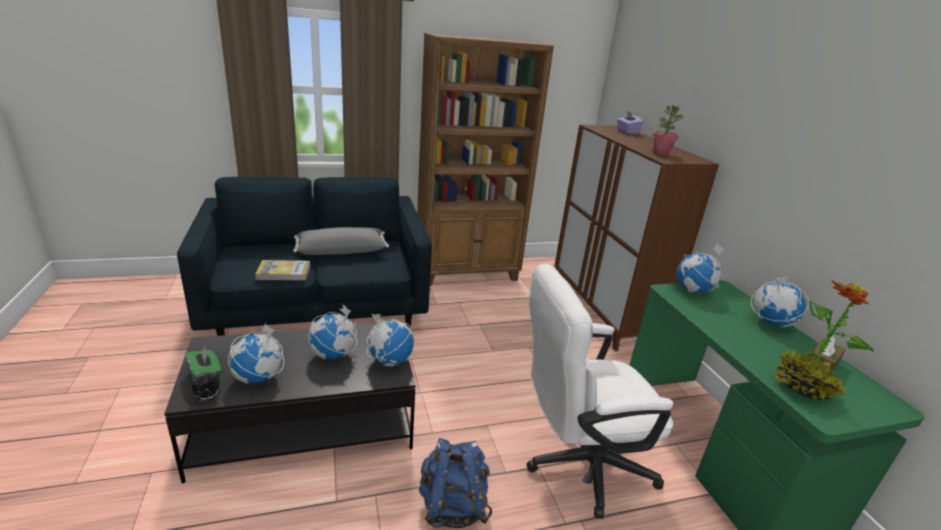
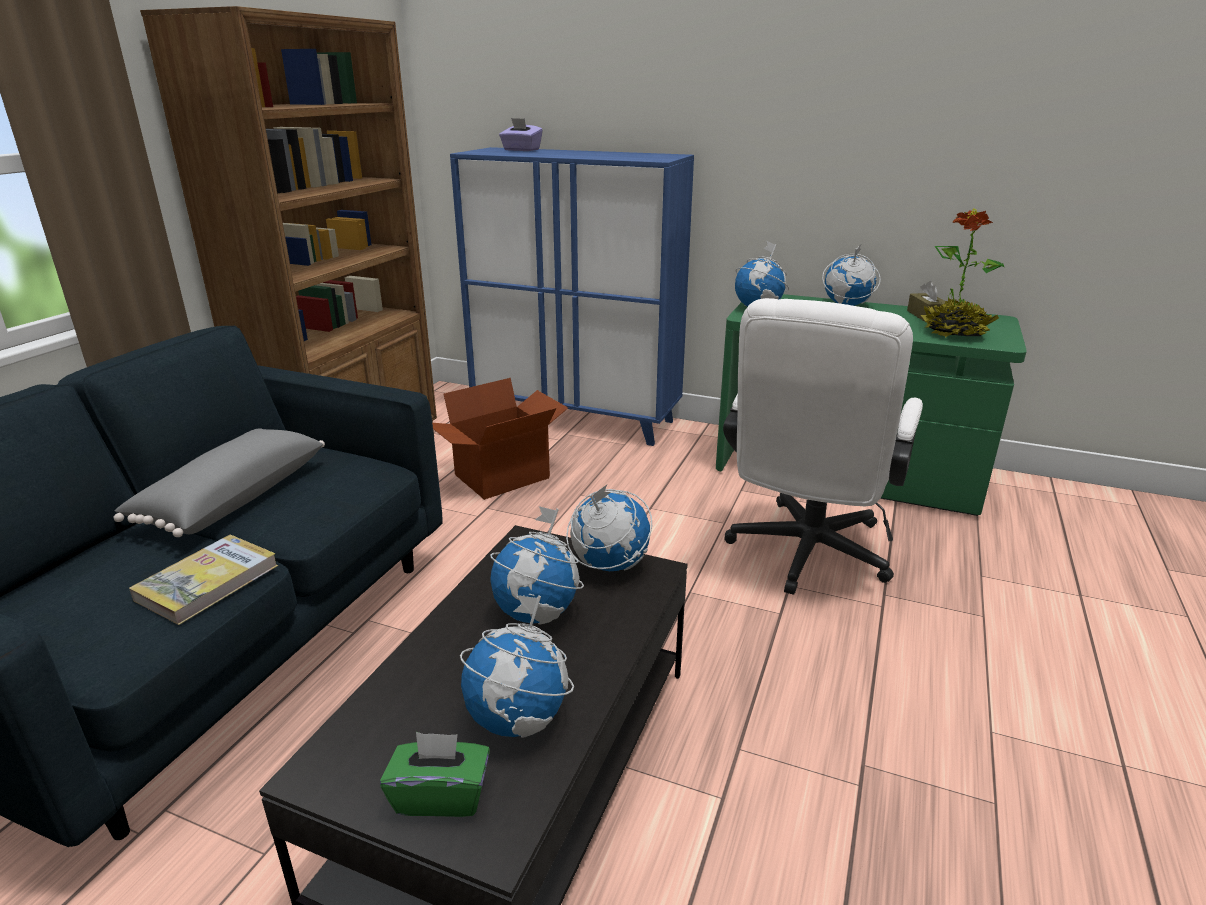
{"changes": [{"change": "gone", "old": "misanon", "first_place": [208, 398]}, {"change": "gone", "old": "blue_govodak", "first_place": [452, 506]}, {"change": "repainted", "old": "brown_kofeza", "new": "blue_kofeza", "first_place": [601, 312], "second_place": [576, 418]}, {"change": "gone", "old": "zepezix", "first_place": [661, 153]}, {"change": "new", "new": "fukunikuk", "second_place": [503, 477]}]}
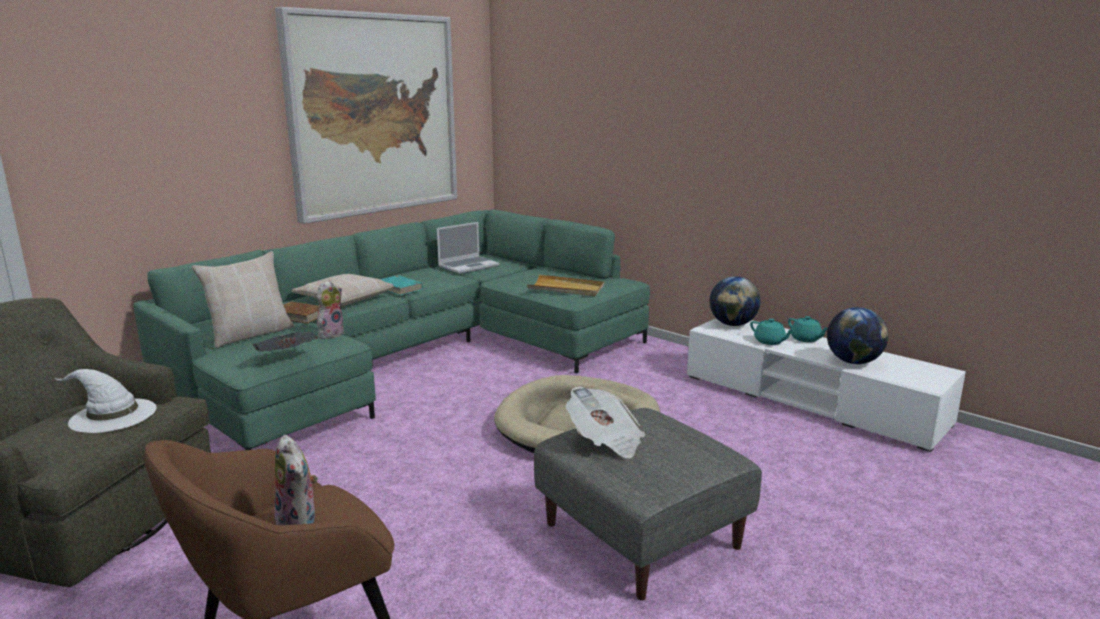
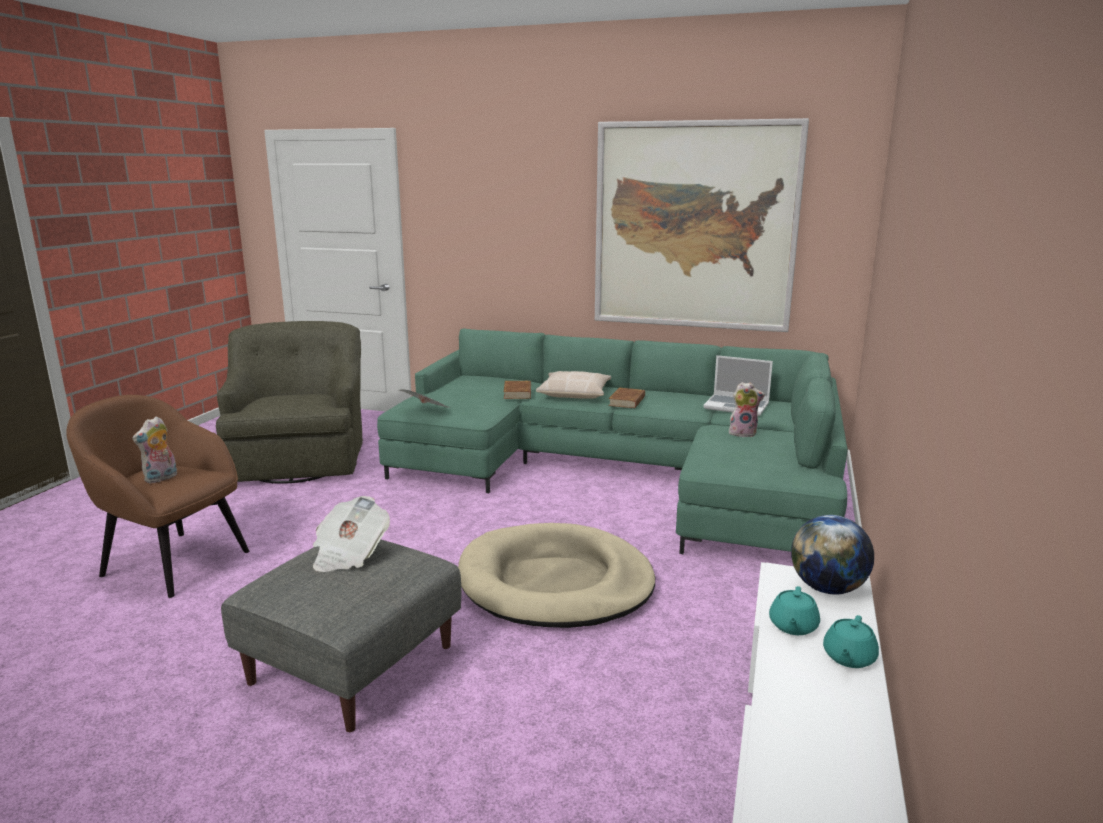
{"changes": [{"change": "gone", "old": "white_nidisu", "first_place": [111, 415]}, {"change": "gone", "old": "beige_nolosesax", "first_place": [250, 334]}, {"change": "shifted", "old": "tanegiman", "first_place": [330, 334], "second_place": [743, 433]}, {"change": "repainted", "old": "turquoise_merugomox", "new": "brown_merugomox", "first_place": [399, 288], "second_place": [627, 401]}, {"change": "gone", "old": "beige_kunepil", "first_place": [566, 288]}, {"change": "gone", "old": "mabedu", "first_place": [853, 362]}]}
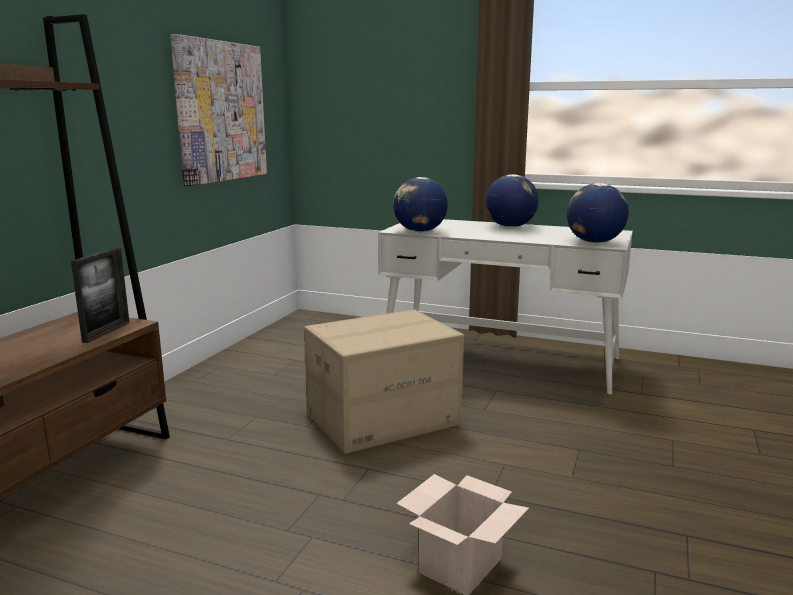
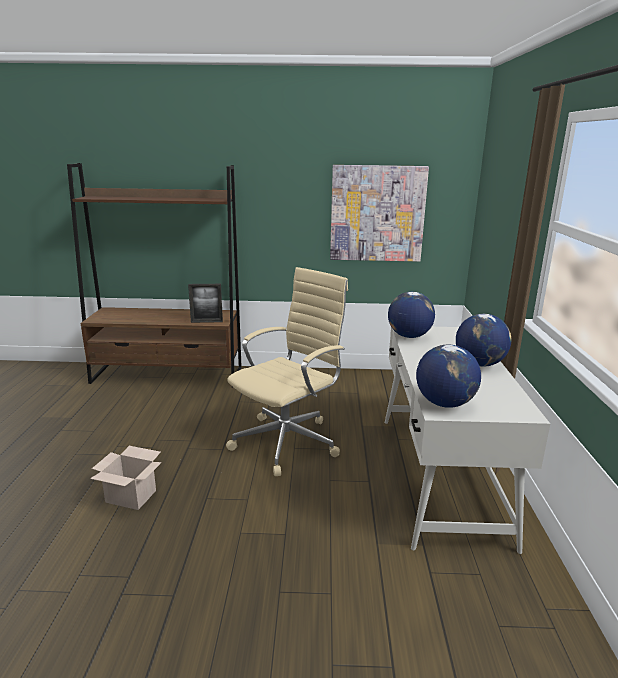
{"changes": [{"change": "swapped", "old": "fukunikuk", "new": "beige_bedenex", "first_place": [382, 419], "second_place": [288, 441]}]}
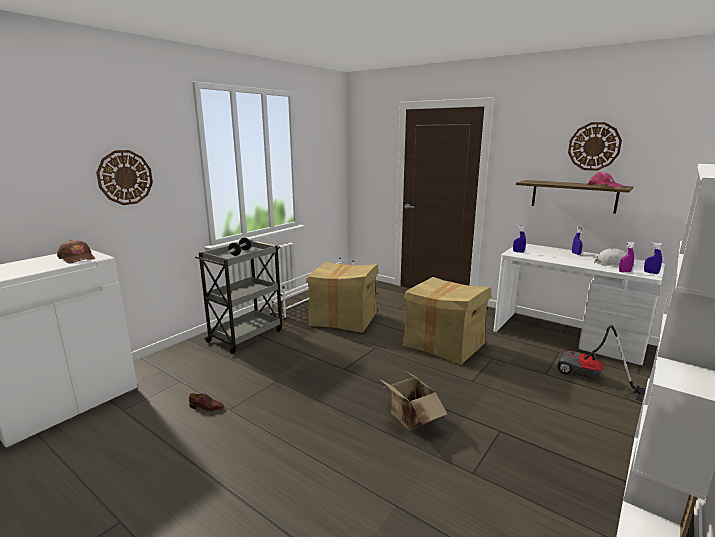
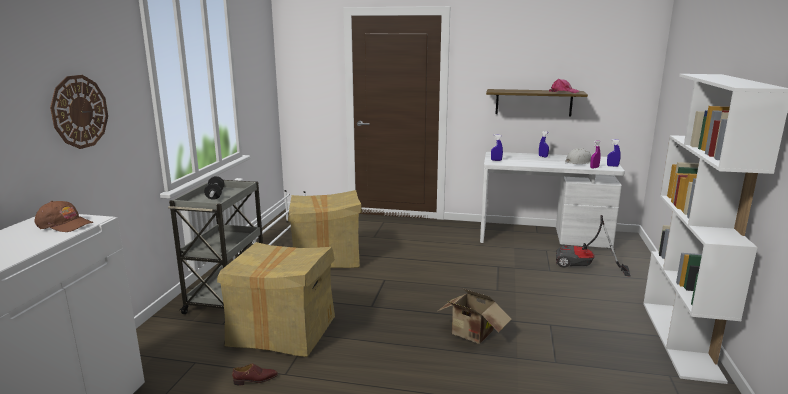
{"changes": [{"change": "shifted", "old": "fukunikuk", "first_place": [444, 345], "second_place": [283, 332]}, {"change": "gone", "old": "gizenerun", "first_place": [594, 146]}]}
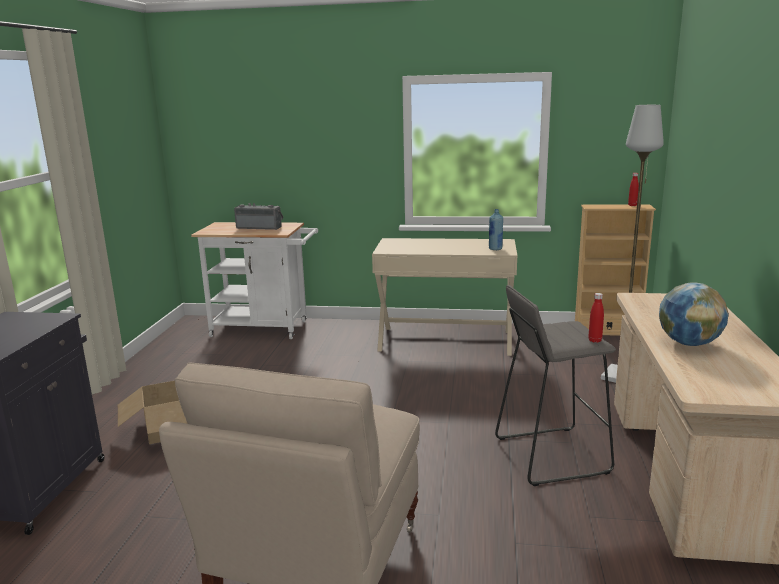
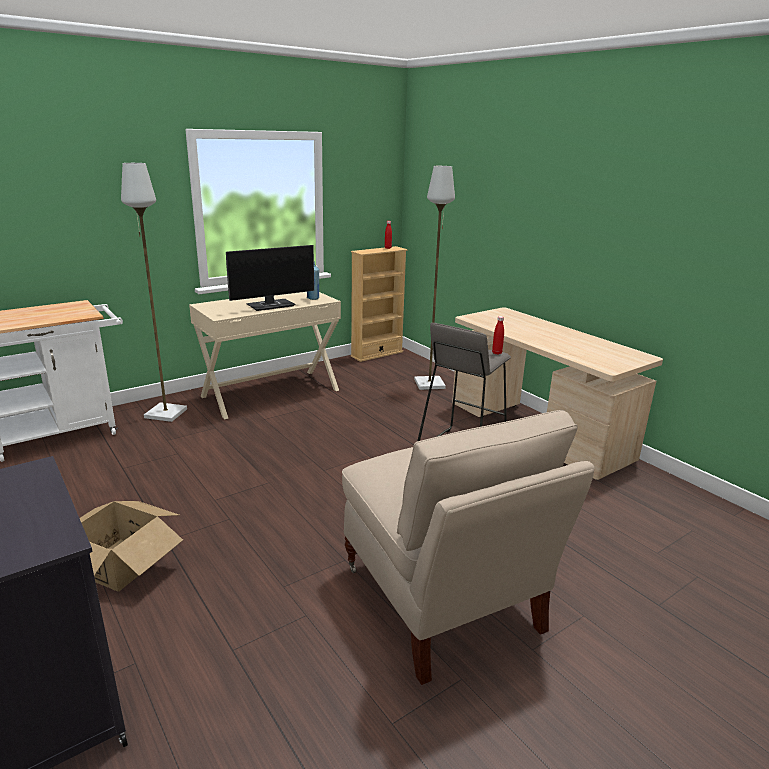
{"changes": [{"change": "gone", "old": "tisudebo", "first_place": [260, 227]}, {"change": "gone", "old": "mabedu", "first_place": [688, 343]}, {"change": "new", "new": "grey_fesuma", "second_place": [165, 414]}, {"change": "new", "new": "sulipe", "second_place": [271, 305]}]}
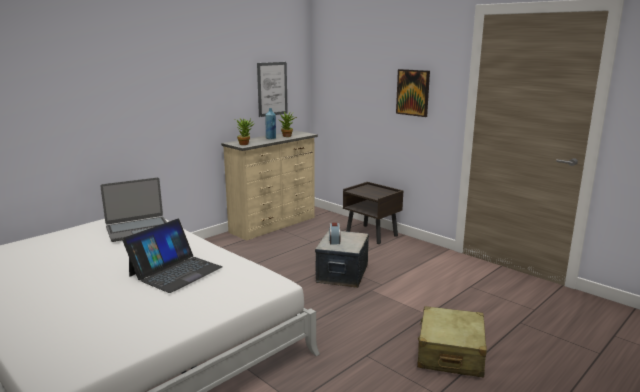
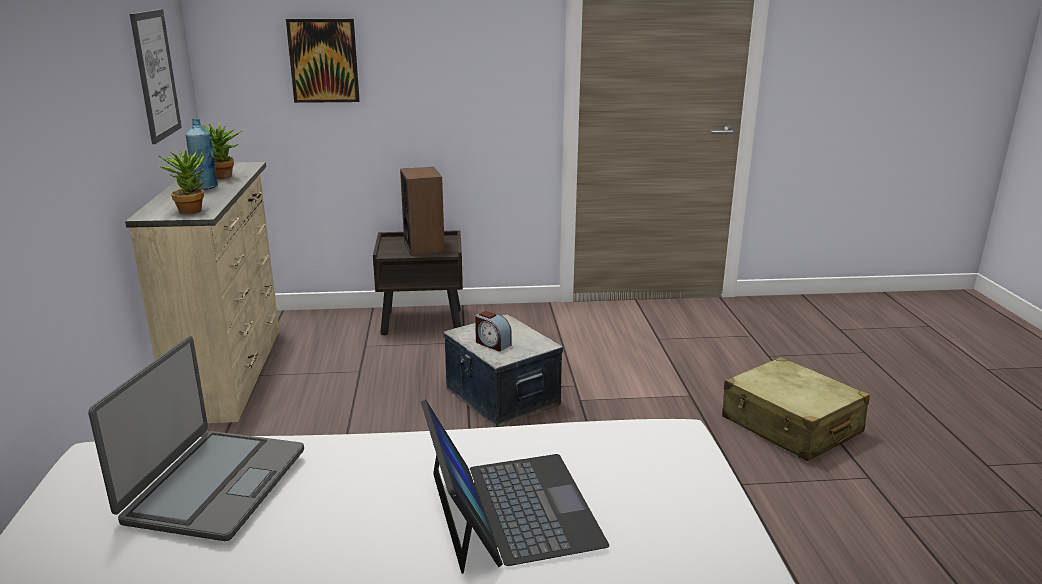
{"changes": [{"change": "shifted", "old": "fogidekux", "first_place": [413, 92], "second_place": [324, 61]}, {"change": "new", "new": "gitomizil", "second_place": [424, 247]}]}
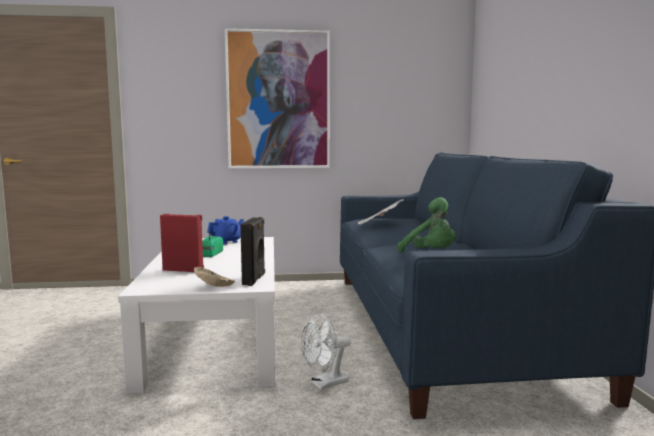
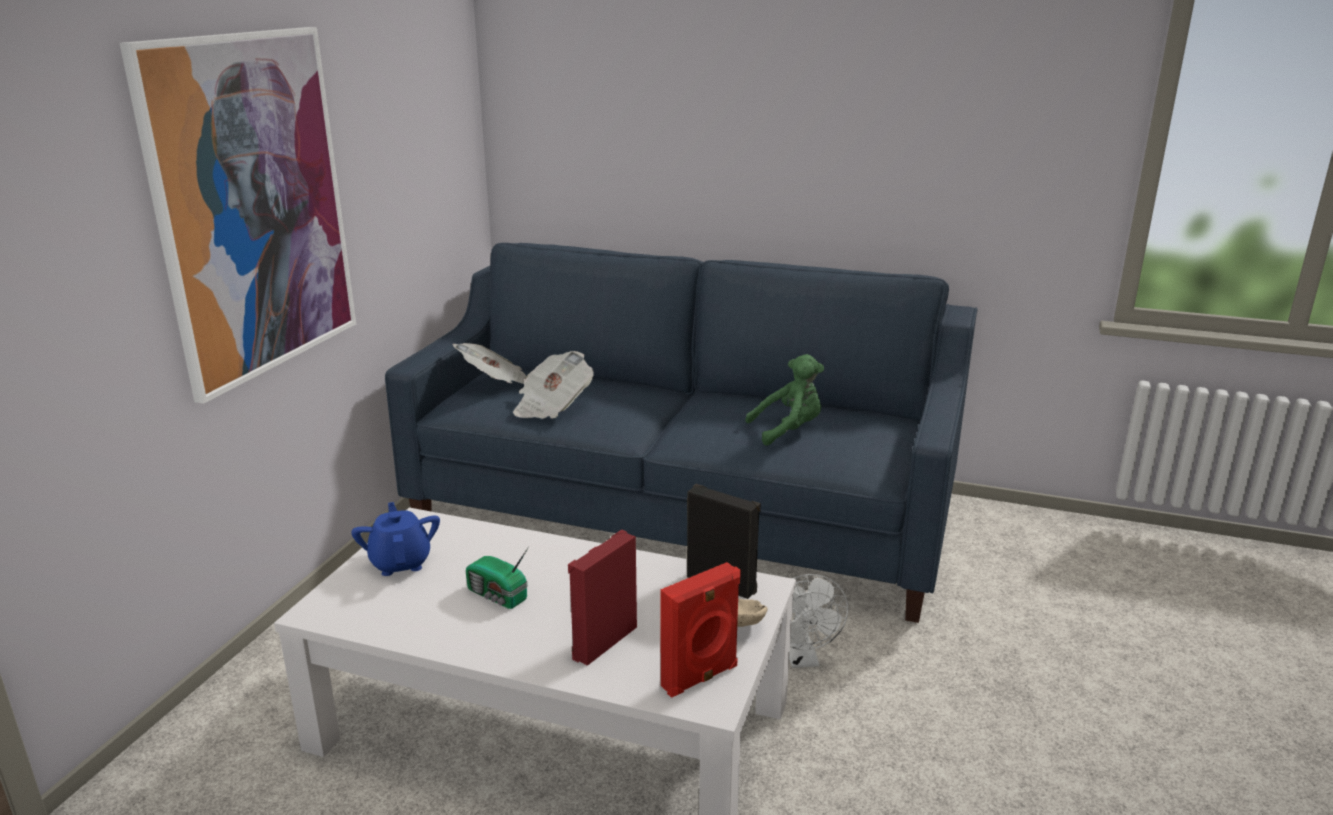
{"changes": [{"change": "new", "new": "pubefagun", "second_place": [496, 383]}, {"change": "new", "new": "red_gitomizil", "second_place": [701, 678]}]}
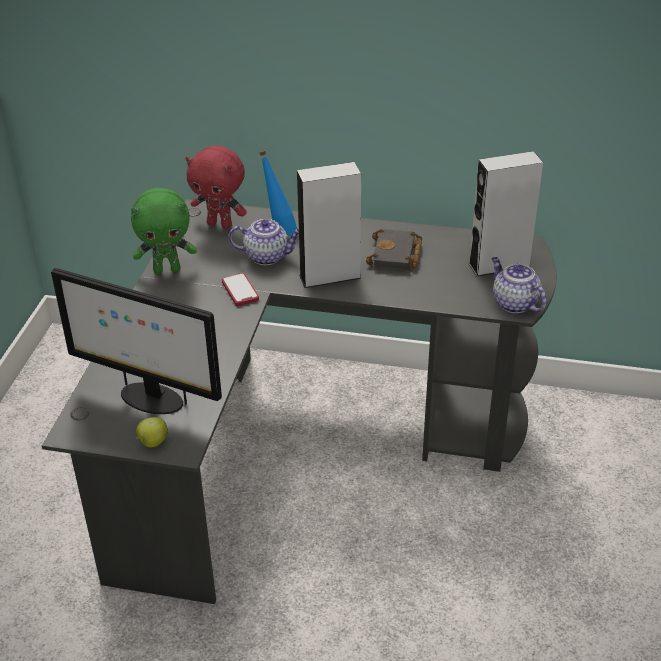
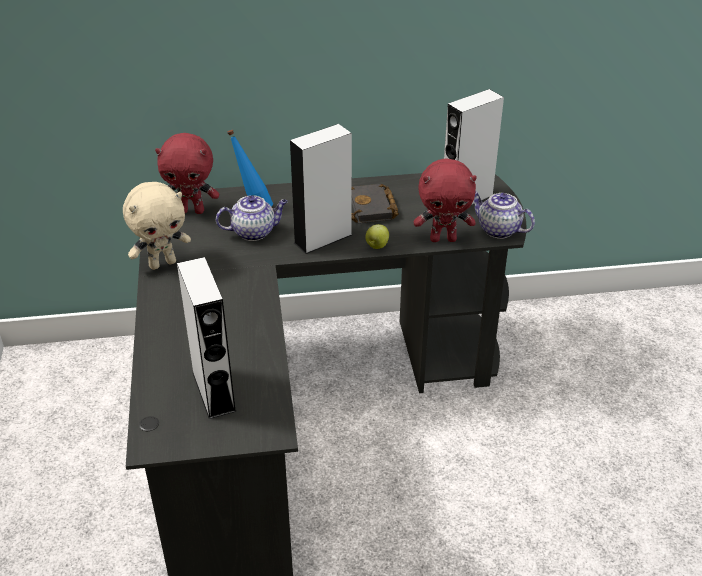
{"changes": [{"change": "swapped", "old": "sulipe", "new": "grey_gitomizil", "first_place": [150, 398], "second_place": [214, 391]}, {"change": "repainted", "old": "green_tanegiman", "new": "beige_tanegiman", "first_place": [167, 269], "second_place": [162, 263]}, {"change": "shifted", "old": "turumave", "first_place": [152, 442], "second_place": [377, 246]}, {"change": "gone", "old": "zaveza", "first_place": [240, 291]}, {"change": "new", "new": "red_tanegiman", "second_place": [443, 239]}]}
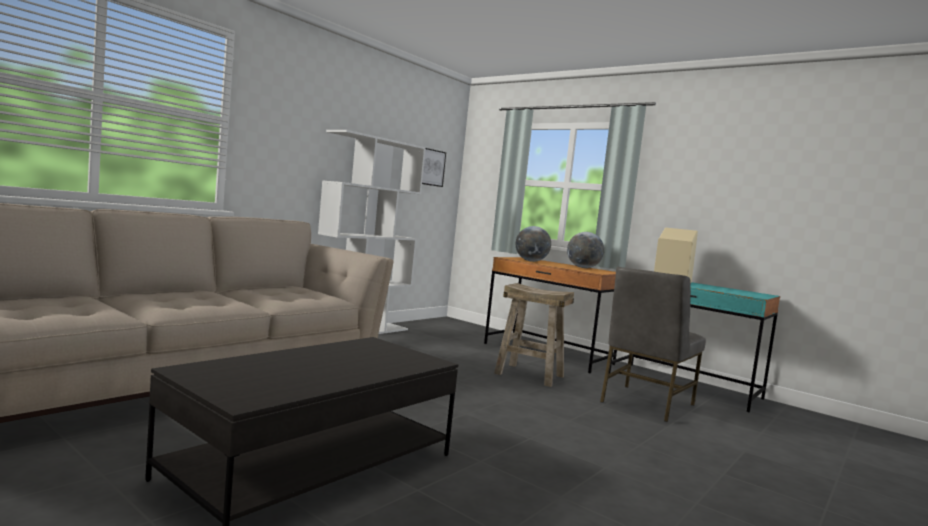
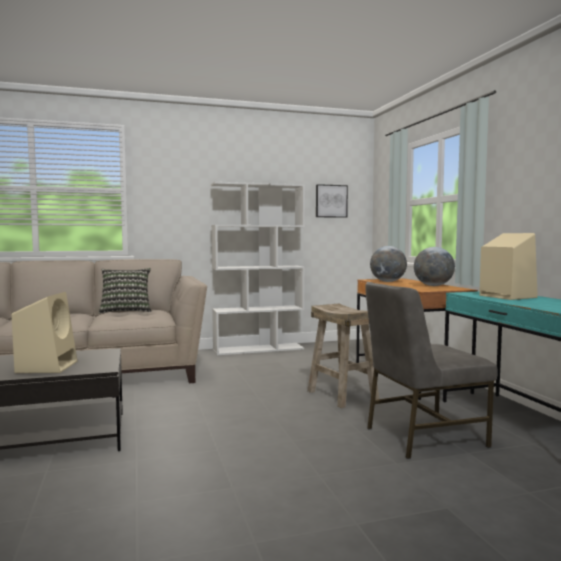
{"changes": [{"change": "new", "new": "beige_gitomizil", "second_place": [47, 366]}, {"change": "new", "new": "nolosesax", "second_place": [126, 311]}]}
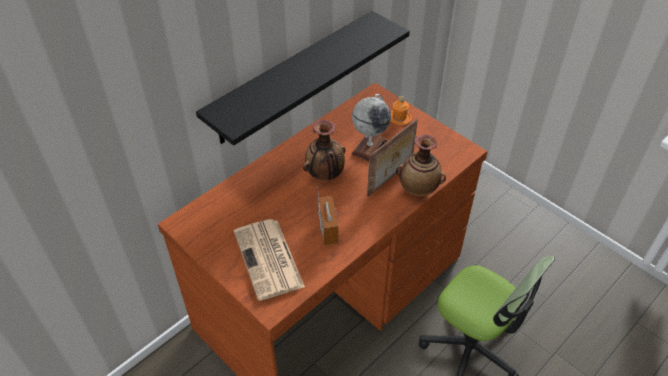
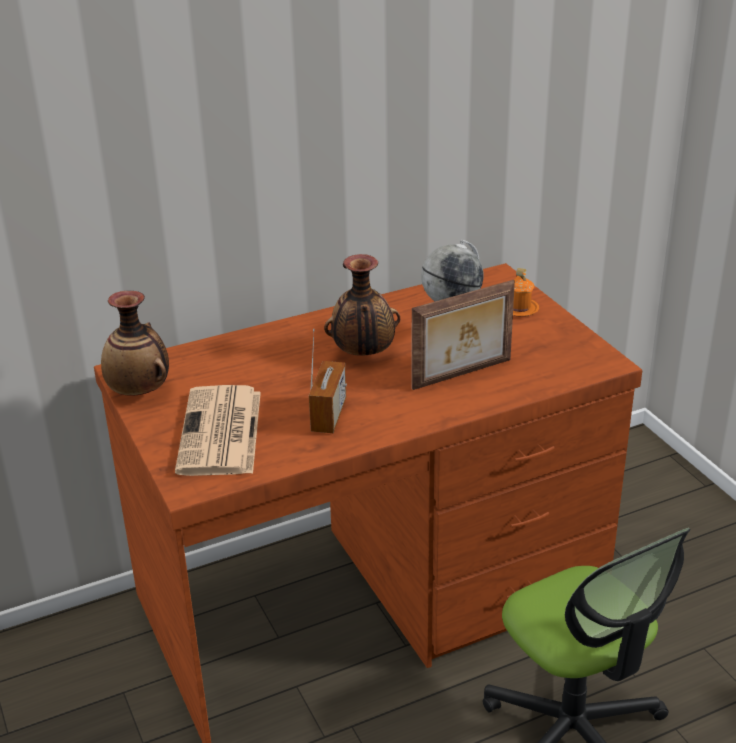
{"changes": [{"change": "gone", "old": "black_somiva", "first_place": [292, 77]}, {"change": "shifted", "old": "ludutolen", "first_place": [418, 189], "second_place": [140, 392]}]}
